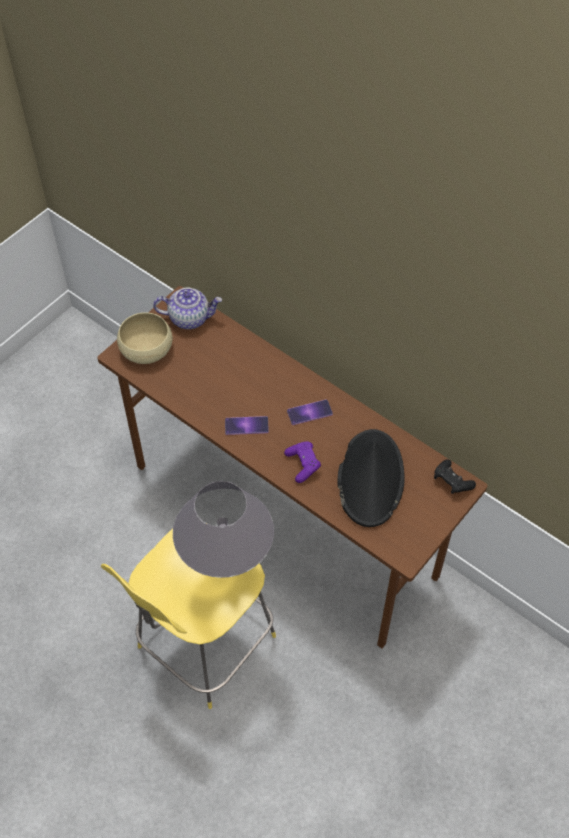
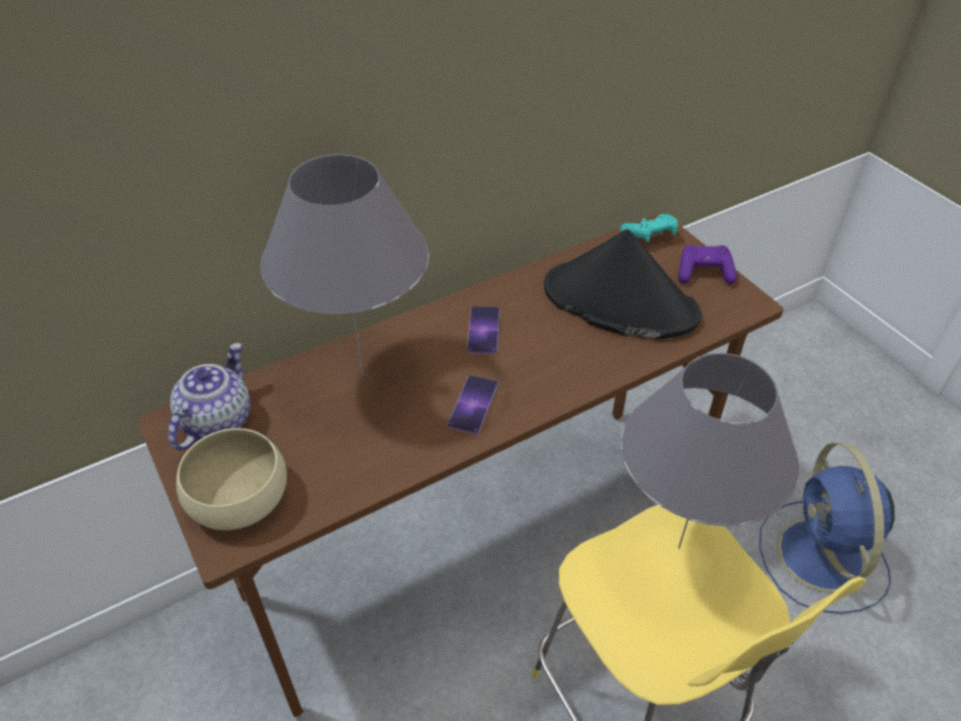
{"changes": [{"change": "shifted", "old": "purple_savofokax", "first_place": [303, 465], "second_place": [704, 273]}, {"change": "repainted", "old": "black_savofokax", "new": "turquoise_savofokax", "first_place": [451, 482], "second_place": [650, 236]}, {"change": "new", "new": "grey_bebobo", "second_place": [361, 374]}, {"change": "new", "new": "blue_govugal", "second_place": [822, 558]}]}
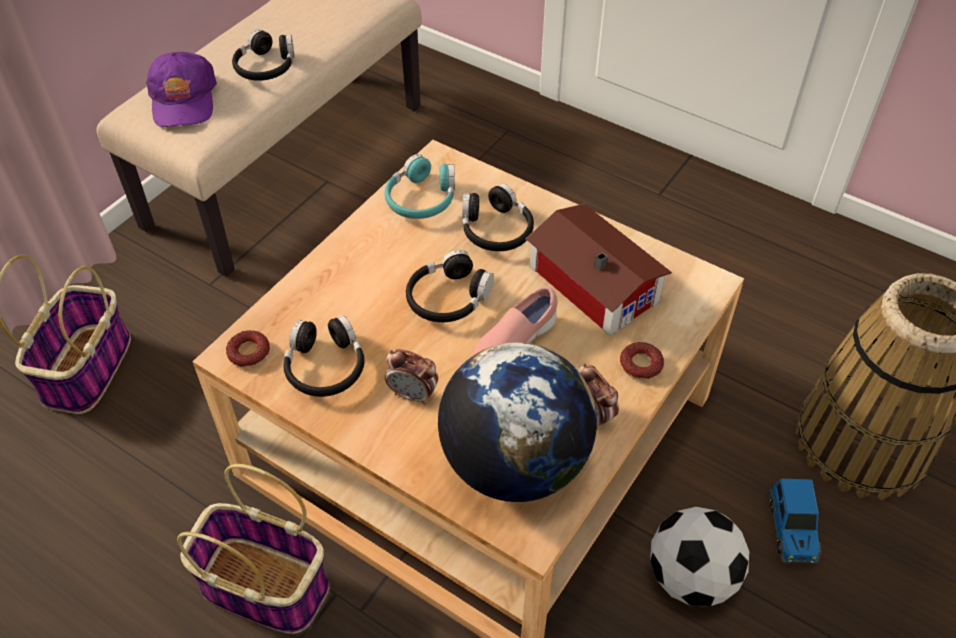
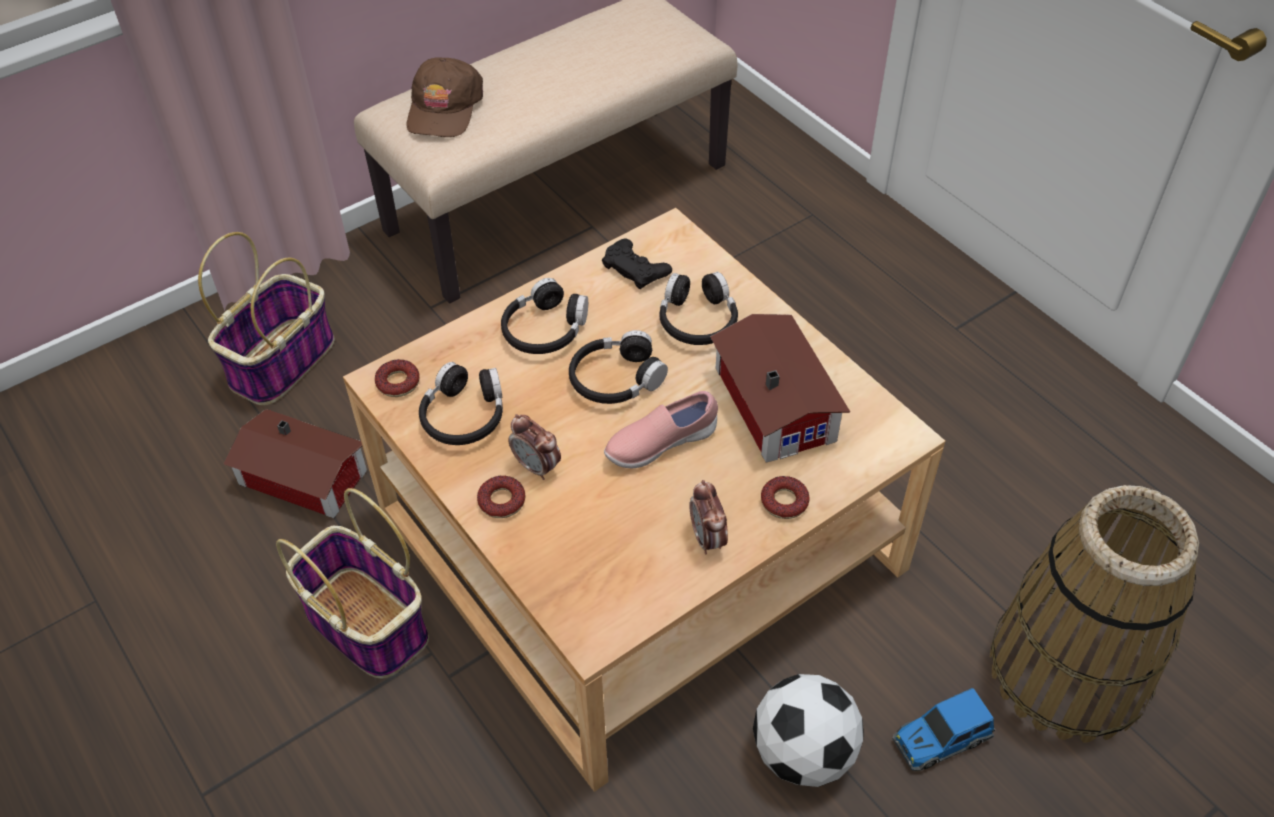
{"changes": [{"change": "repainted", "old": "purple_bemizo", "new": "brown_bemizo", "first_place": [183, 99], "second_place": [444, 108]}, {"change": "shifted", "old": "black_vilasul", "first_place": [266, 67], "second_place": [545, 329]}, {"change": "swapped", "old": "turquoise_vilasul", "new": "black_savofokax", "first_place": [422, 199], "second_place": [635, 268]}, {"change": "gone", "old": "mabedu", "first_place": [514, 463]}, {"change": "rotated", "old": "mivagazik", "first_place": [792, 530], "second_place": [940, 739], "degrees": 45}, {"change": "new", "new": "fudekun", "second_place": [304, 480]}, {"change": "new", "new": "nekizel", "second_place": [501, 501]}]}
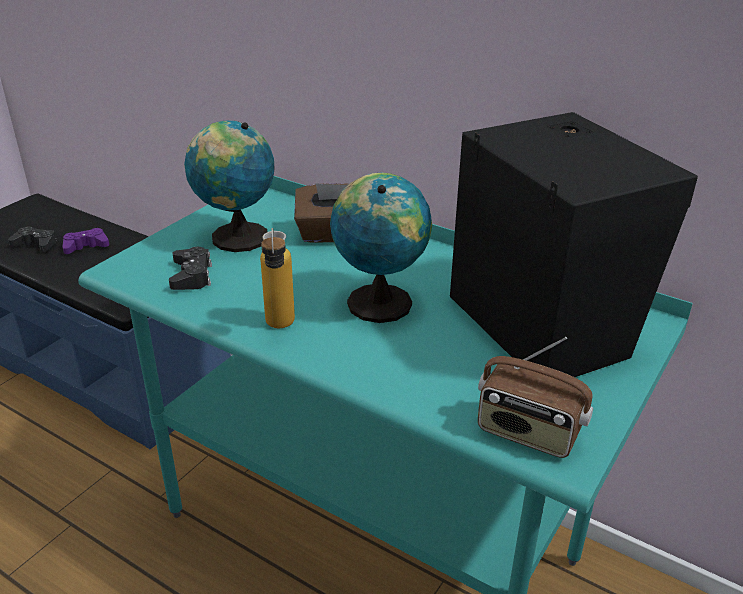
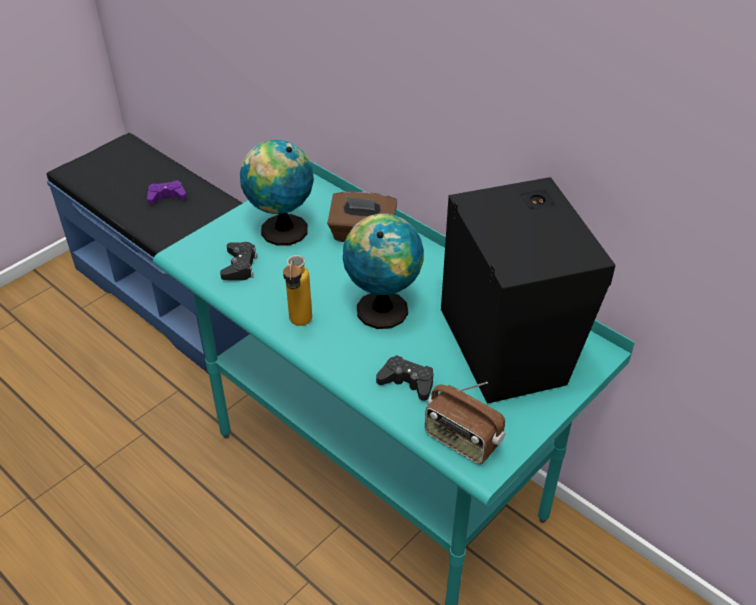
{"changes": [{"change": "shifted", "old": "black_savofokax", "first_place": [35, 244], "second_place": [407, 382]}]}
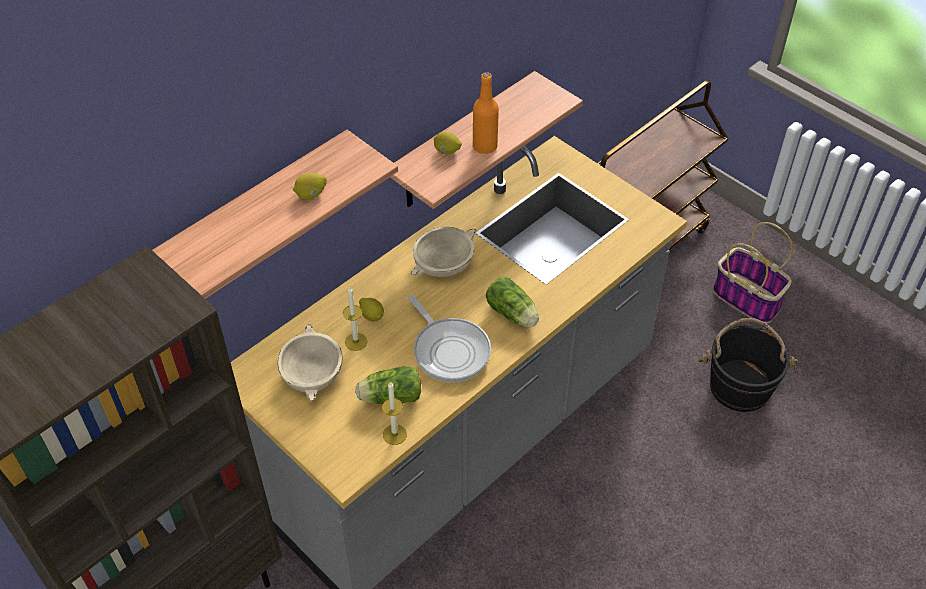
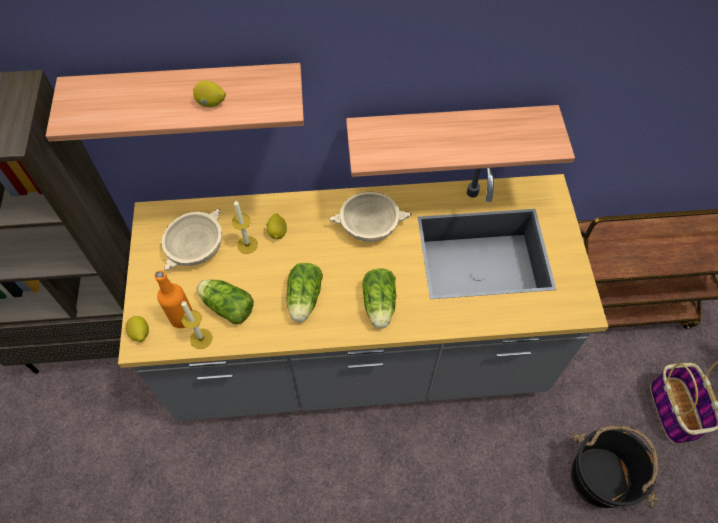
{"changes": [{"change": "swapped", "old": "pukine", "new": "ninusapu", "first_place": [449, 350], "second_place": [304, 300]}, {"change": "shifted", "old": "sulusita", "first_place": [446, 151], "second_place": [140, 333]}, {"change": "shifted", "old": "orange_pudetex", "first_place": [485, 146], "second_place": [182, 318]}]}
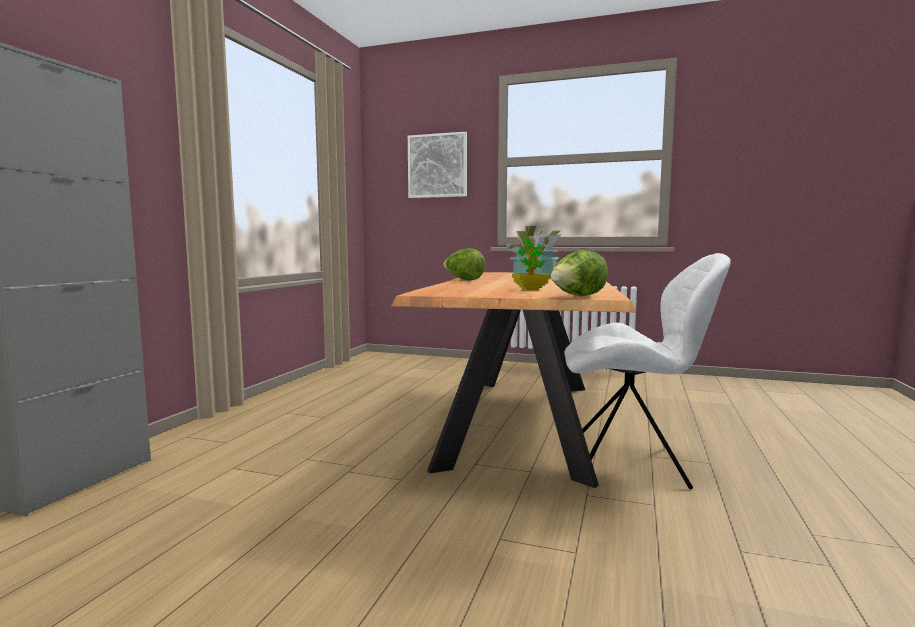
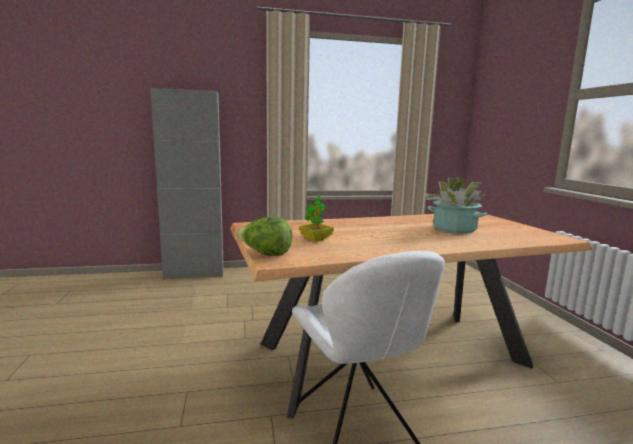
{"changes": [{"change": "gone", "old": "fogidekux", "first_place": [437, 166]}, {"change": "gone", "old": "ninusapu", "first_place": [463, 280]}]}
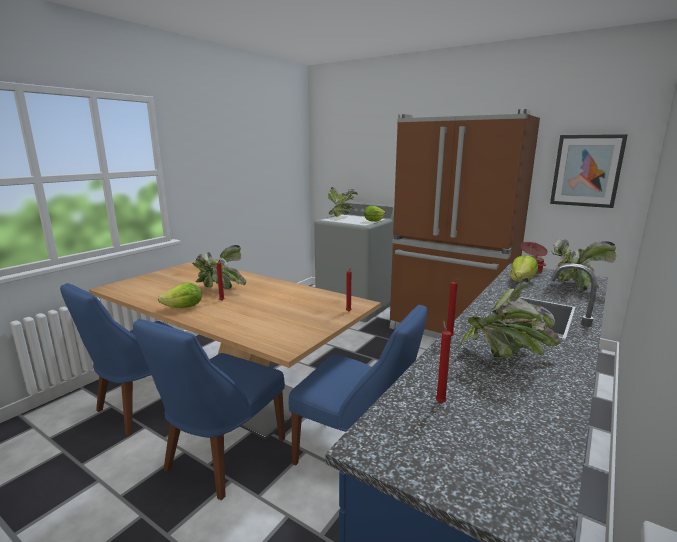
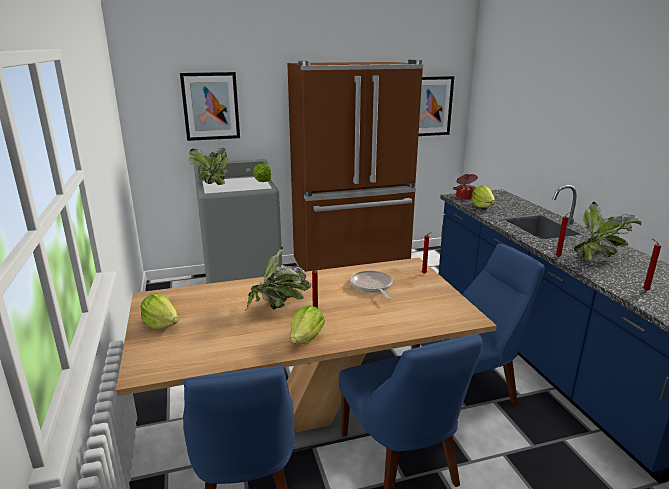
{"changes": [{"change": "gone", "old": "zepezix", "first_place": [572, 288]}, {"change": "new", "new": "ninusapu", "second_place": [161, 324]}, {"change": "new", "new": "fogidekux", "second_place": [210, 106]}, {"change": "new", "new": "pukine", "second_place": [372, 286]}]}
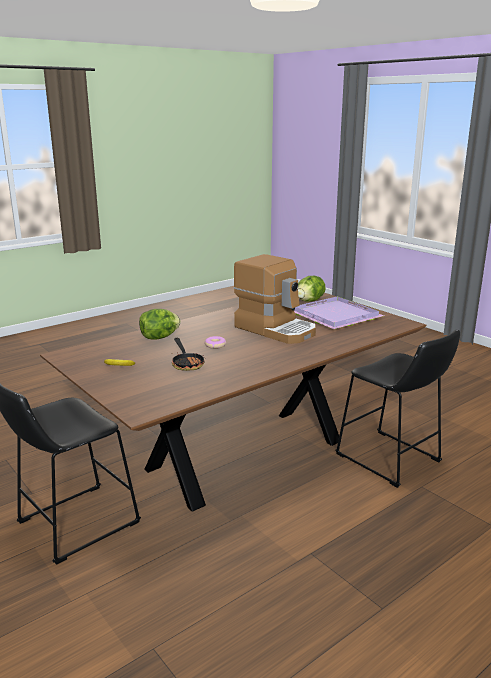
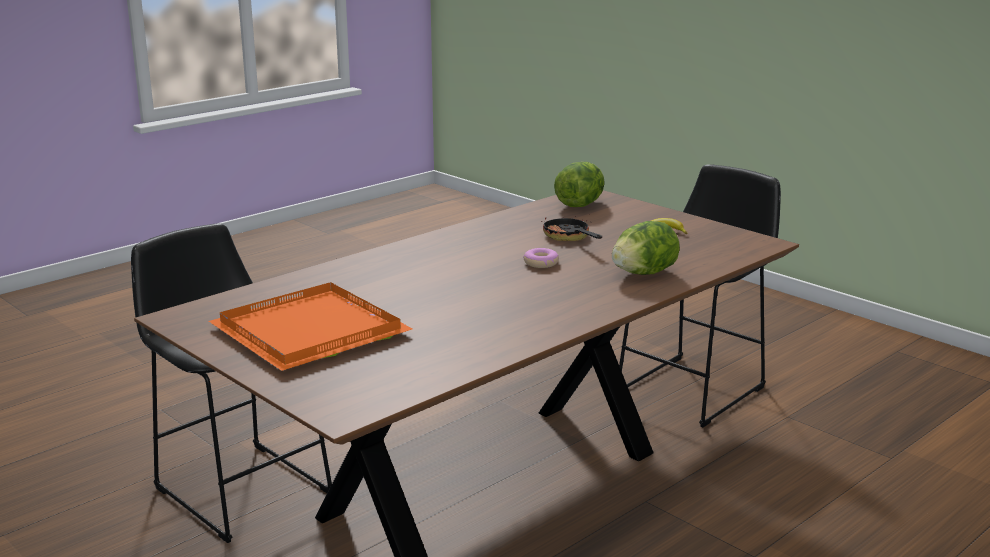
{"changes": [{"change": "gone", "old": "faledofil", "first_place": [276, 329]}, {"change": "repainted", "old": "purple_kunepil", "new": "orange_kunepil", "first_place": [333, 316], "second_place": [314, 331]}, {"change": "shifted", "old": "ninusapu", "first_place": [309, 301], "second_place": [580, 204]}]}
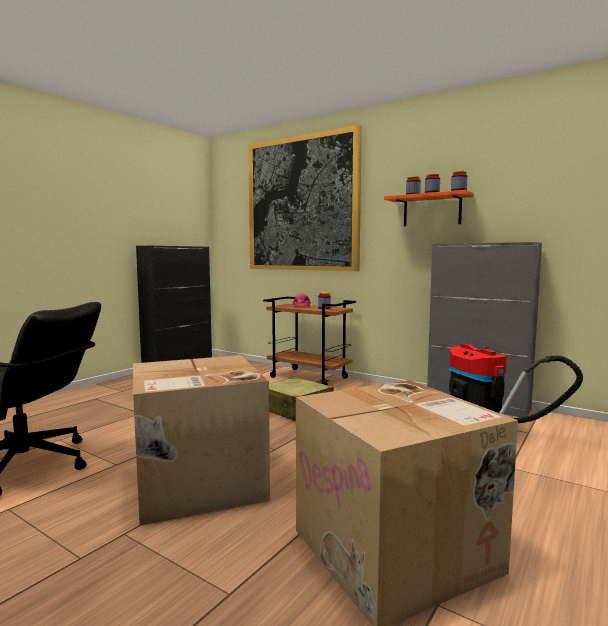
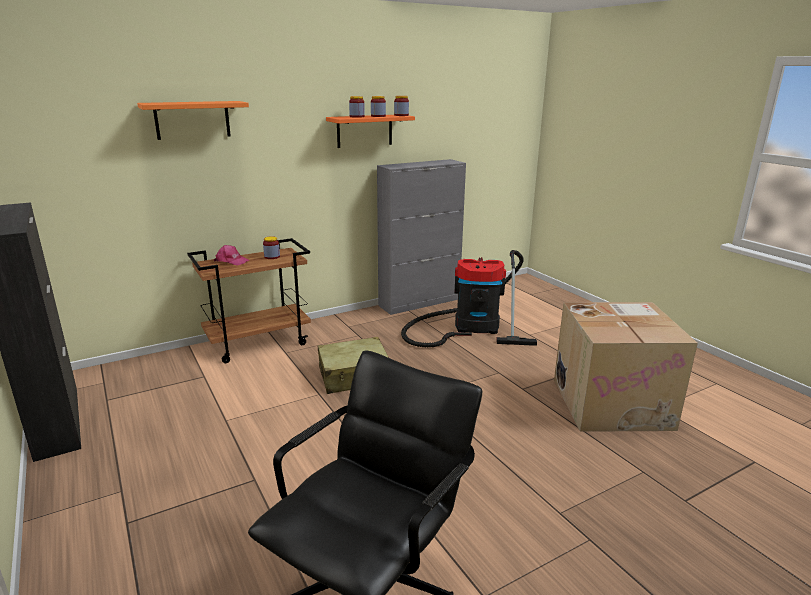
{"changes": [{"change": "gone", "old": "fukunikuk", "first_place": [197, 484]}, {"change": "swapped", "old": "fogidekux", "new": "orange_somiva", "first_place": [302, 204], "second_place": [192, 120]}]}
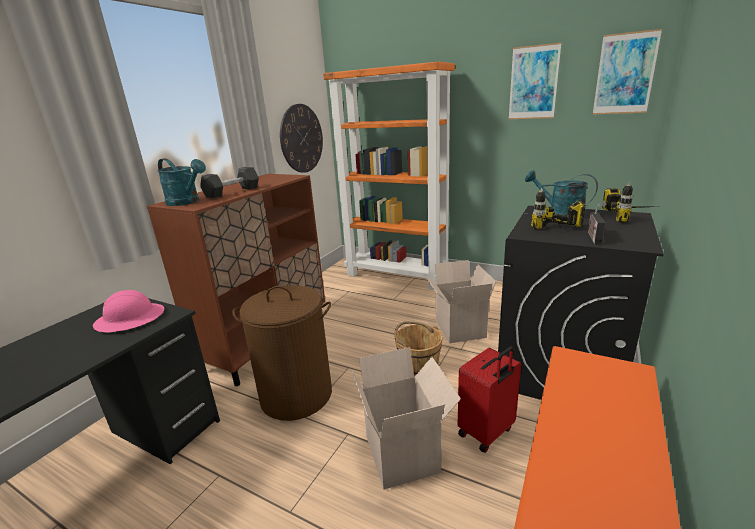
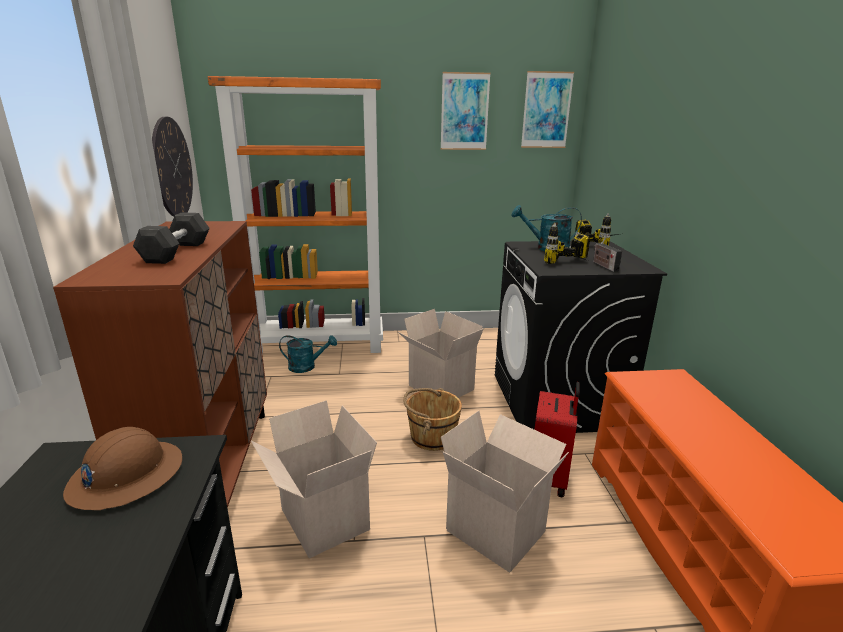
{"changes": [{"change": "repainted", "old": "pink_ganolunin", "new": "brown_ganolunin", "first_place": [130, 319], "second_place": [126, 476]}, {"change": "shifted", "old": "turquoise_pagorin", "first_place": [187, 202], "second_place": [307, 367]}, {"change": "swapped", "old": "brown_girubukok", "new": "fukunikuk", "first_place": [296, 395], "second_place": [321, 519]}]}
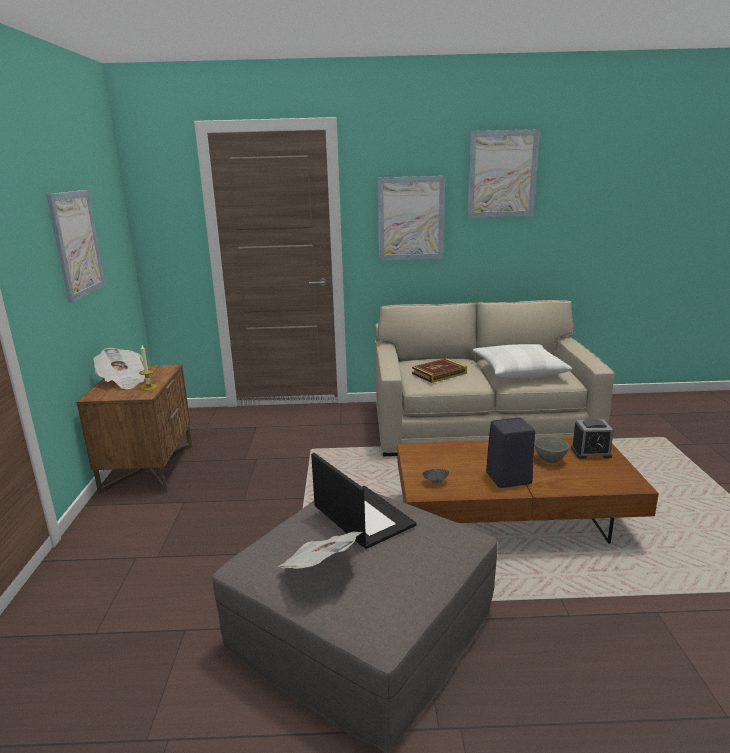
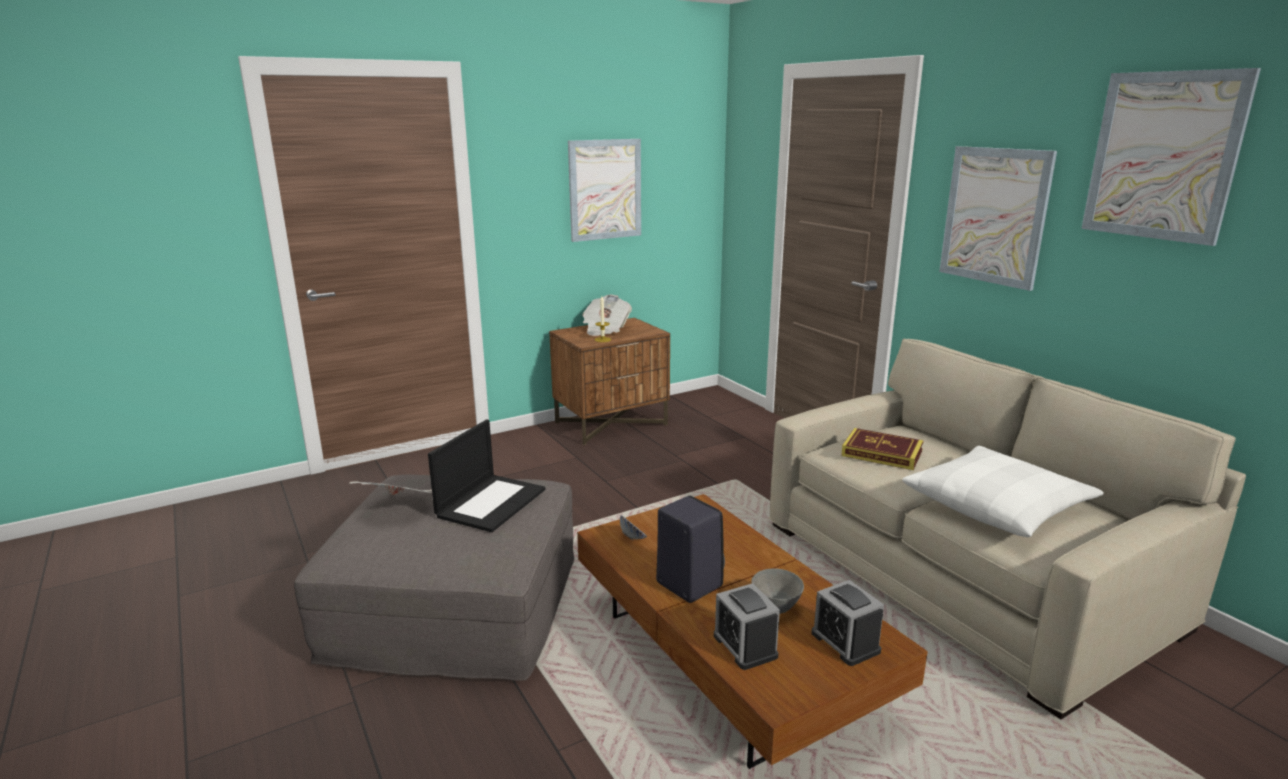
{"changes": [{"change": "new", "new": "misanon", "second_place": [745, 646]}]}
